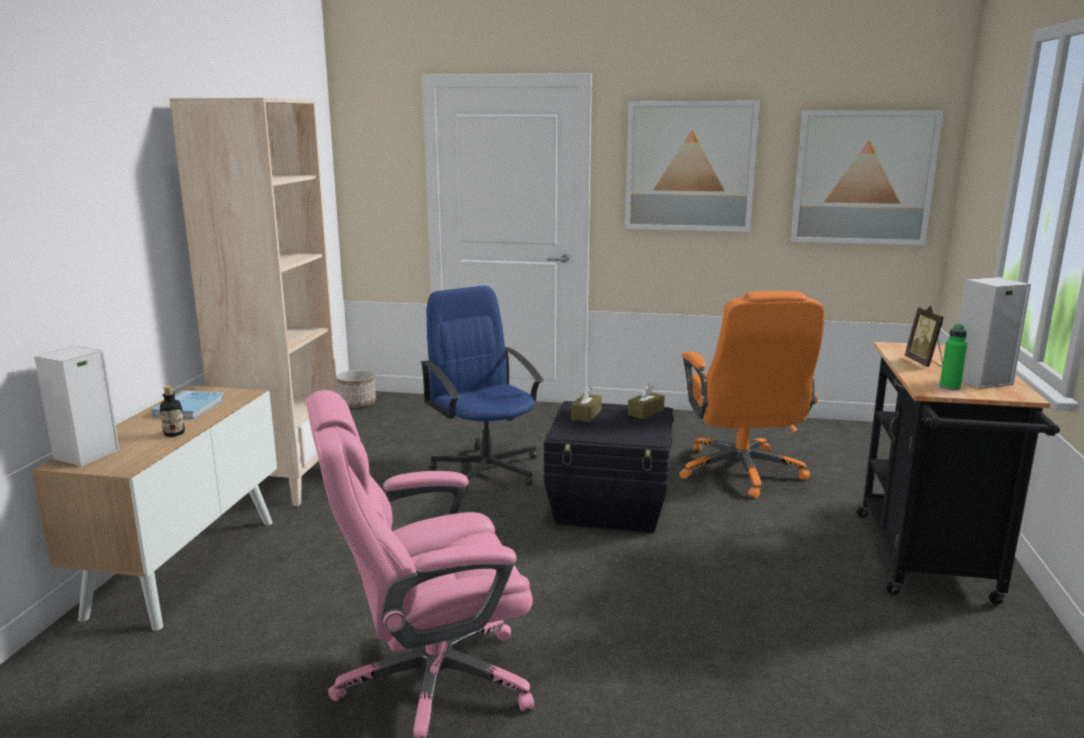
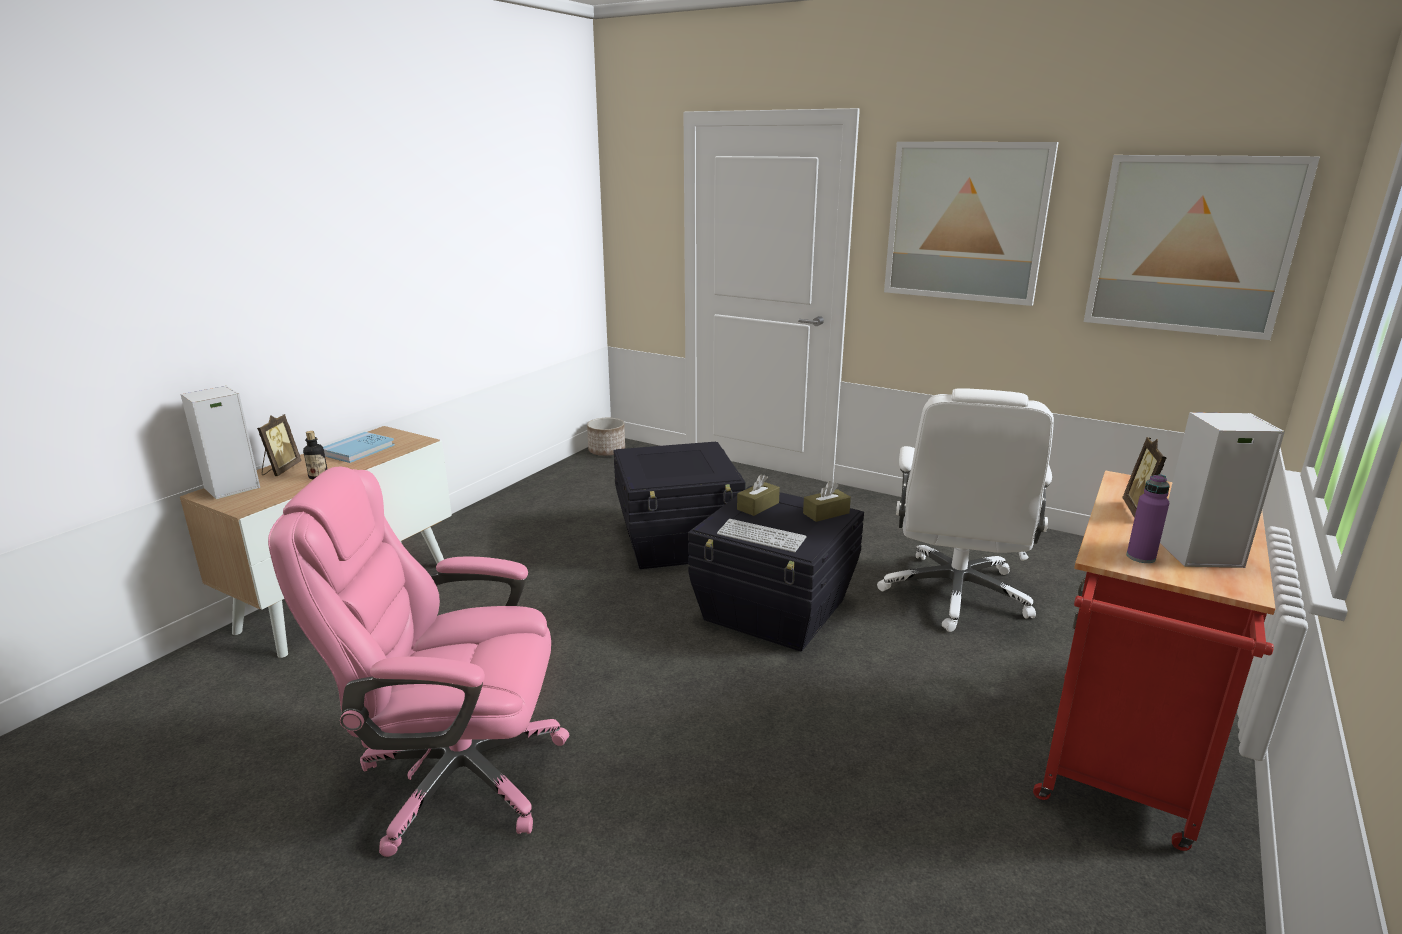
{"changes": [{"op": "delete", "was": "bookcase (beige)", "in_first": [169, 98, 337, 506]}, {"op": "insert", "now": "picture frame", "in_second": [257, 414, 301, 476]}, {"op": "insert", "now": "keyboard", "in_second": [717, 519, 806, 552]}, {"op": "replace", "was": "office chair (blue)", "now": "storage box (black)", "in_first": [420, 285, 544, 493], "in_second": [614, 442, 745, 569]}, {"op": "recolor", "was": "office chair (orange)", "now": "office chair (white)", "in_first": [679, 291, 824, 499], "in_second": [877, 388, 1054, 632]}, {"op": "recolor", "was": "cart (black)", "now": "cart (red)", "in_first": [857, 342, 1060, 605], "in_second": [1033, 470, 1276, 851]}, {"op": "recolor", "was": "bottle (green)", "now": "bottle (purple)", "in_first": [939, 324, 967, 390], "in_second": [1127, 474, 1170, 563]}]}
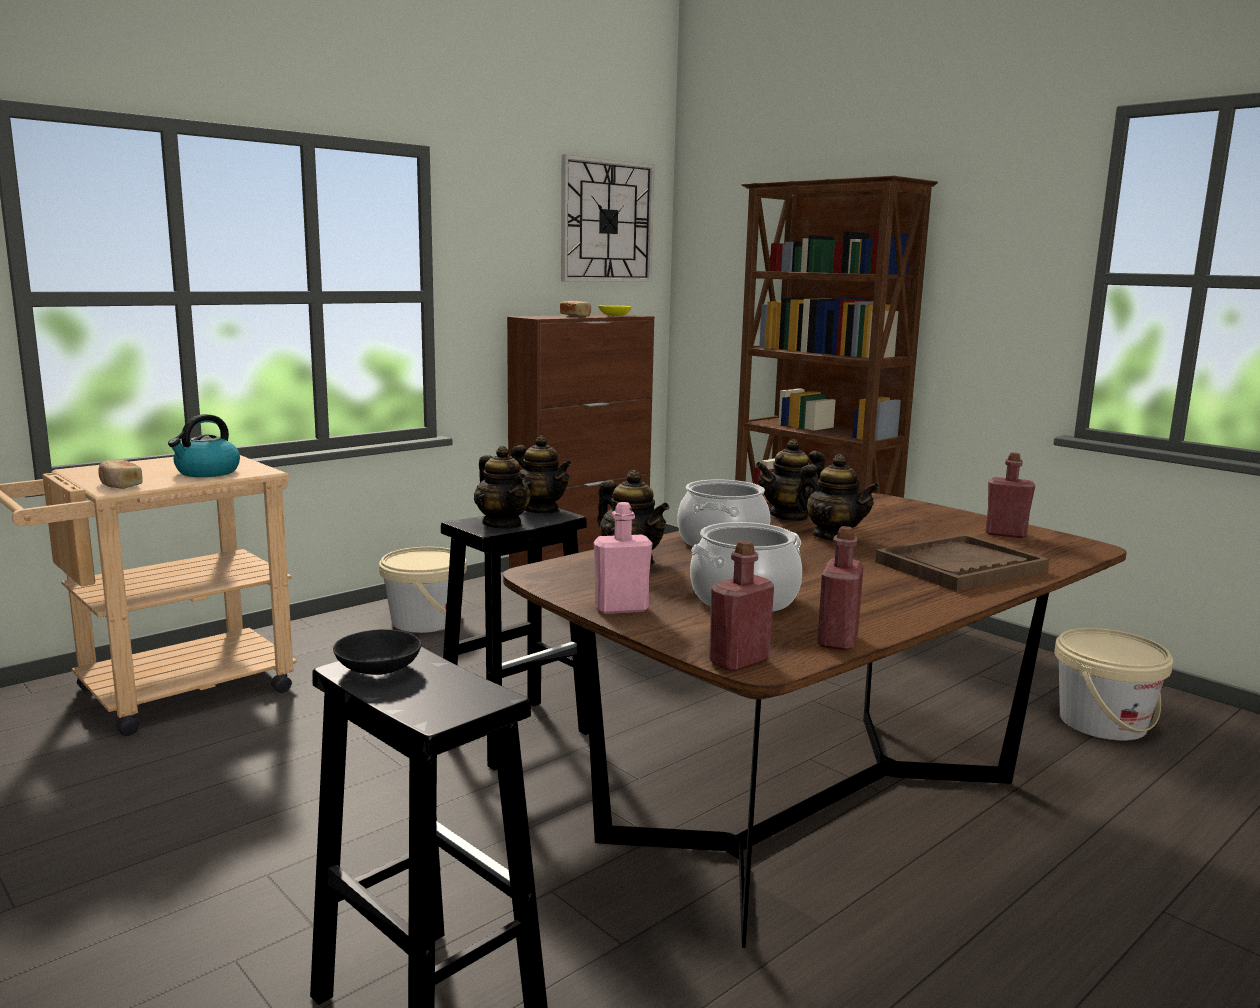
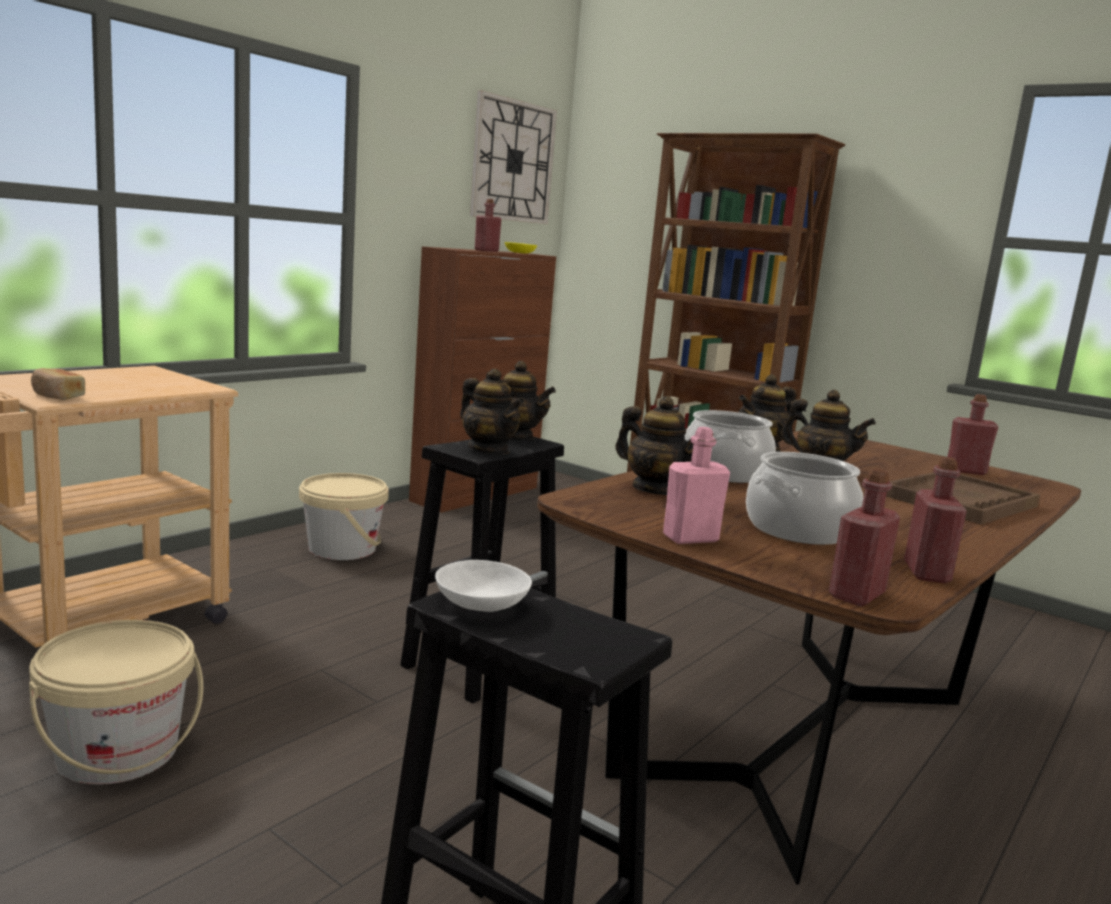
{"changes": [{"op": "delete", "was": "kettle", "in_first": [168, 414, 240, 477]}, {"op": "move", "was": "bucket (beige)", "in_first": [1054, 628, 1173, 741], "in_second": [29, 620, 203, 785]}, {"op": "replace", "was": "bread", "now": "bottle (red)", "in_first": [560, 301, 591, 317], "in_second": [475, 199, 501, 252]}, {"op": "recolor", "was": "bowl (black)", "now": "bowl (white)", "in_first": [333, 629, 422, 675], "in_second": [435, 560, 532, 612]}]}
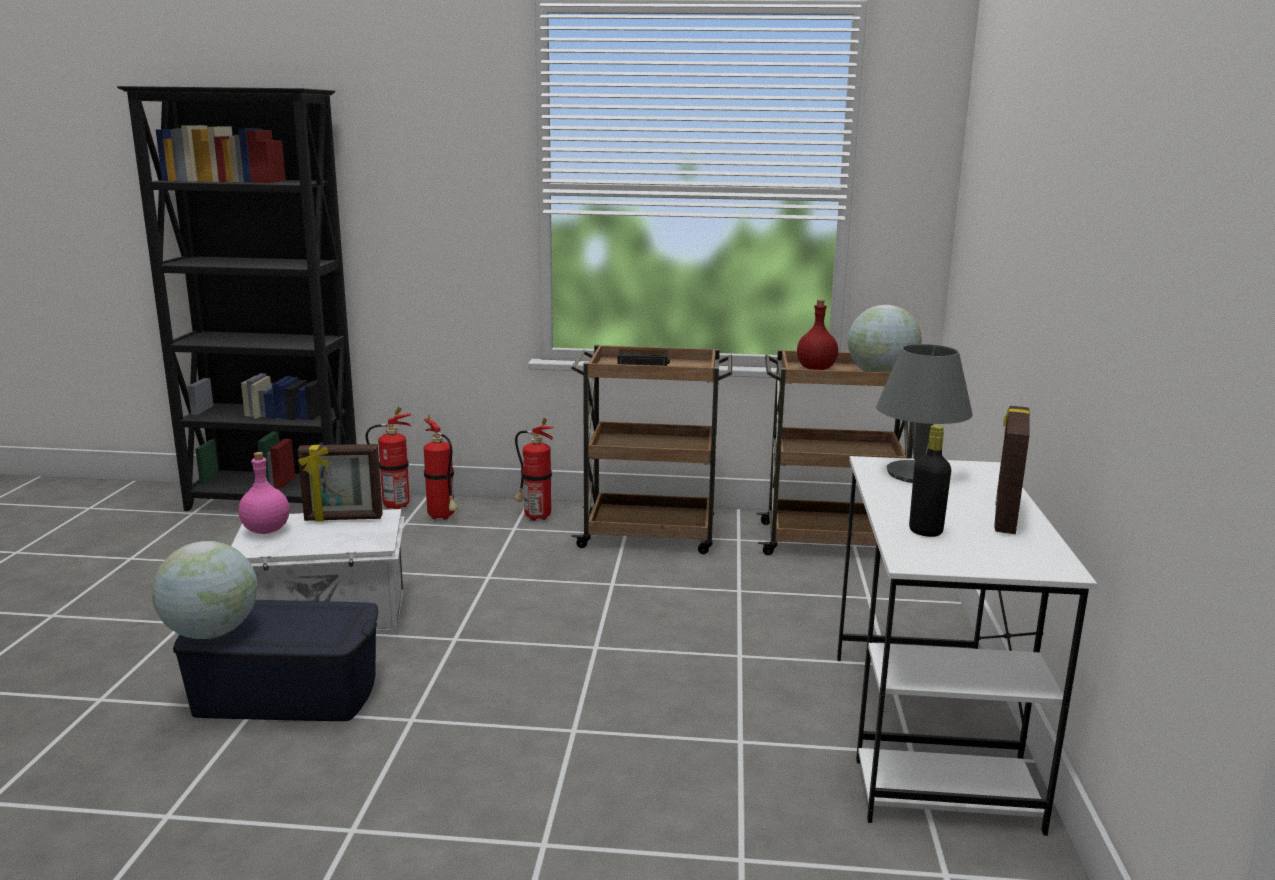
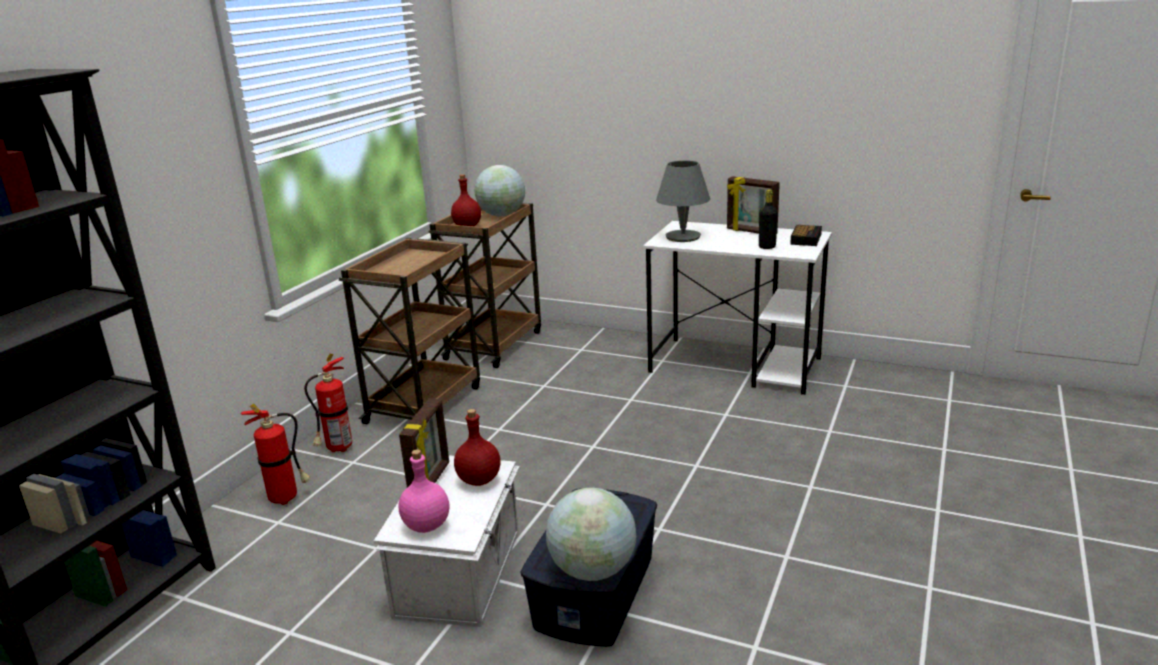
{"changes": [{"op": "delete", "was": "fire extinguisher", "in_first": [366, 407, 411, 509]}, {"op": "insert", "now": "bottle (red)", "in_second": [454, 409, 500, 486]}, {"op": "move", "was": "alarm clock", "in_first": [618, 349, 670, 366], "in_second": [790, 225, 822, 246]}]}
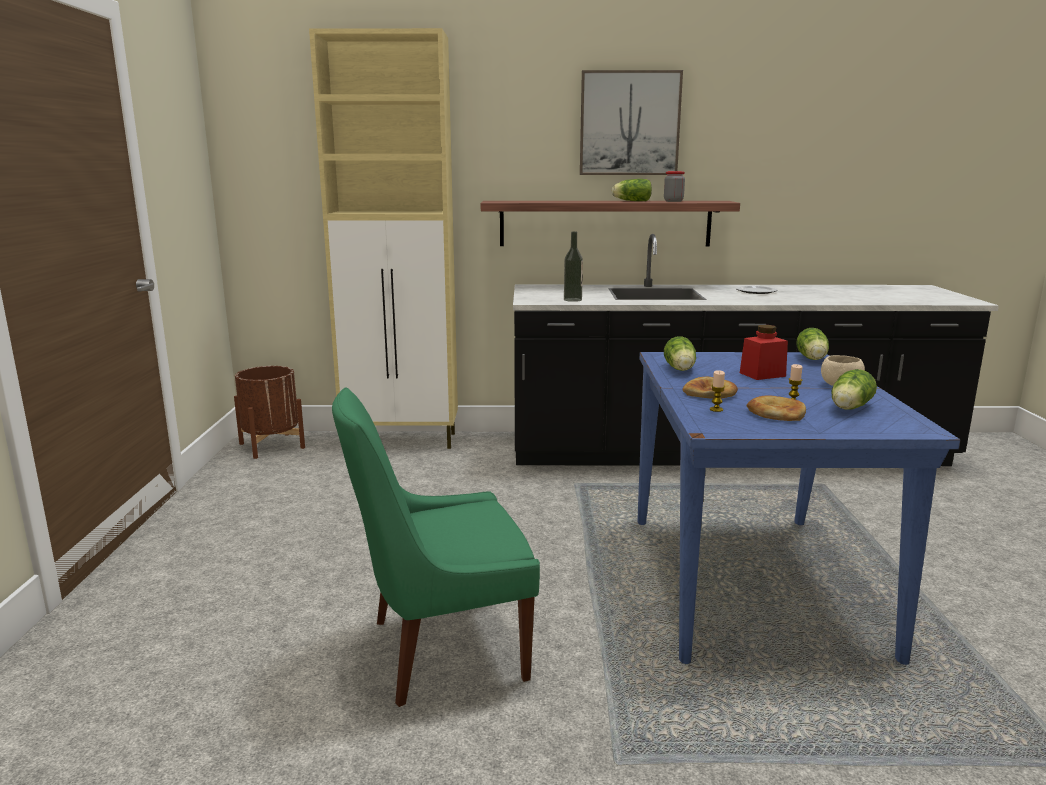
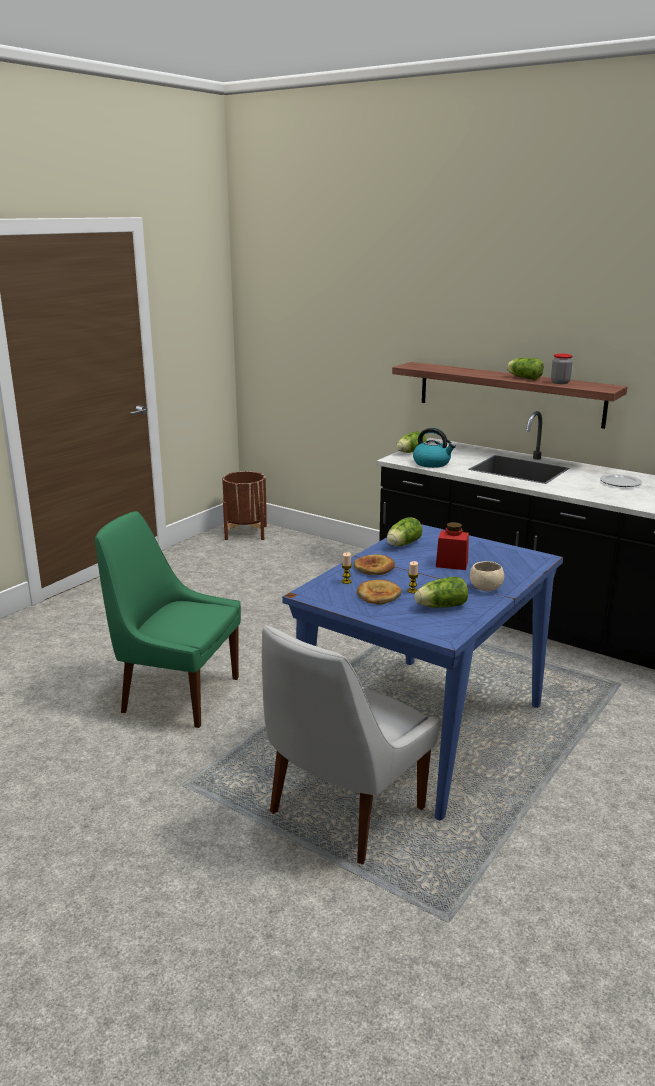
{"changes": [{"op": "delete", "was": "cabinet (beige)", "in_first": [309, 28, 458, 449]}, {"op": "delete", "was": "picture", "in_first": [580, 70, 683, 175]}, {"op": "insert", "now": "chair (white)", "in_second": [262, 625, 440, 864]}, {"op": "move", "was": "lettuce", "in_first": [796, 328, 829, 360], "in_second": [396, 431, 427, 453]}, {"op": "replace", "was": "bottle", "now": "kettle", "in_first": [564, 231, 583, 302], "in_second": [413, 428, 456, 468]}]}
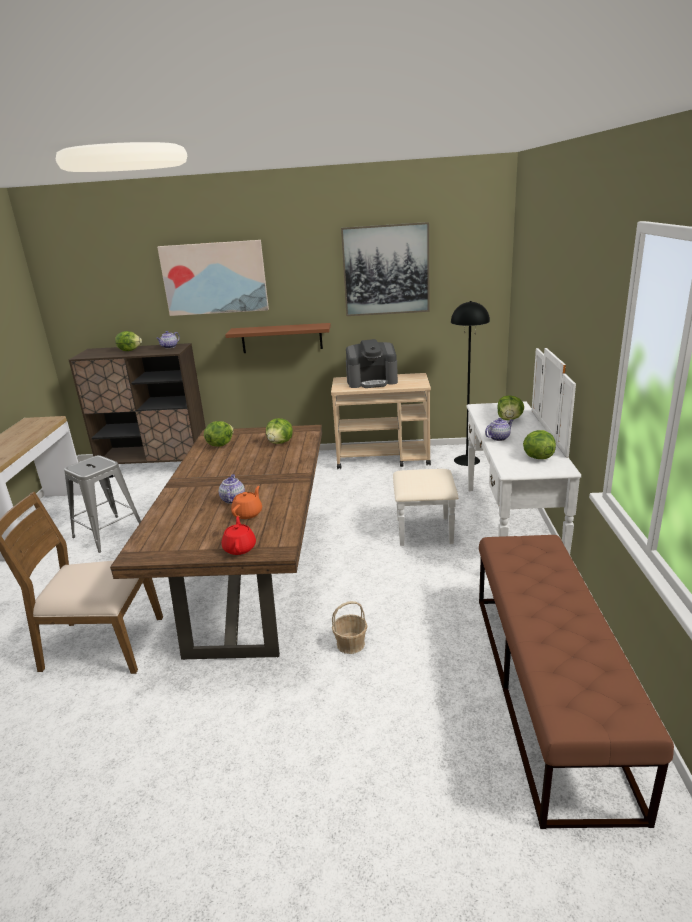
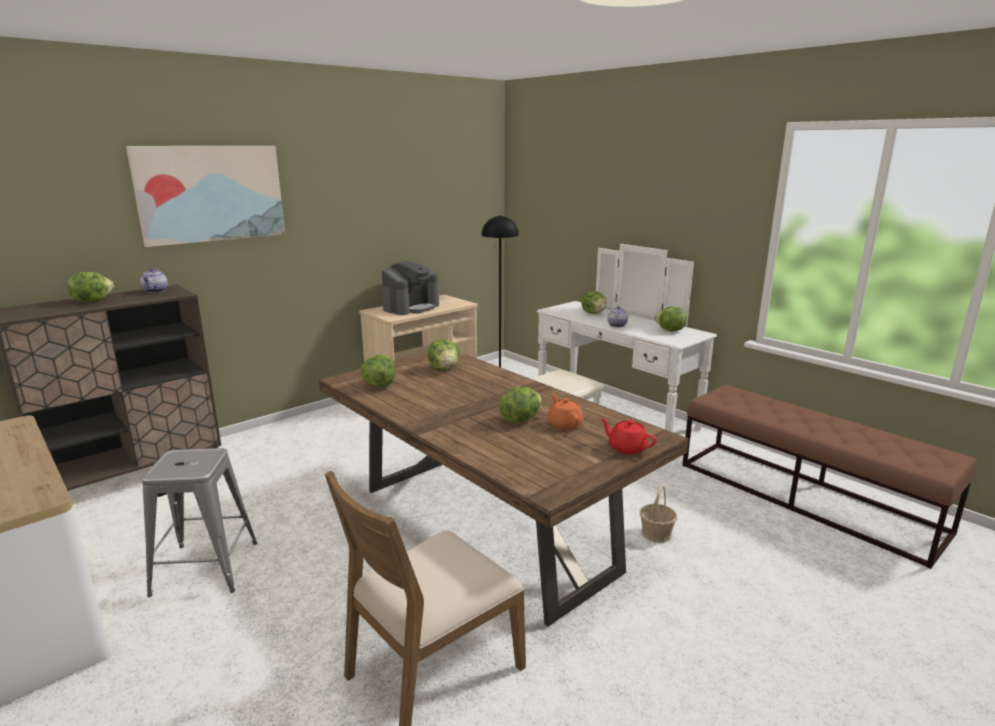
{"changes": [{"op": "delete", "was": "shelf (brown)", "in_first": [225, 323, 331, 353]}, {"op": "delete", "was": "picture", "in_first": [341, 222, 430, 316]}, {"op": "replace", "was": "teapot", "now": "lettuce", "in_first": [219, 474, 245, 504], "in_second": [498, 387, 542, 423]}]}
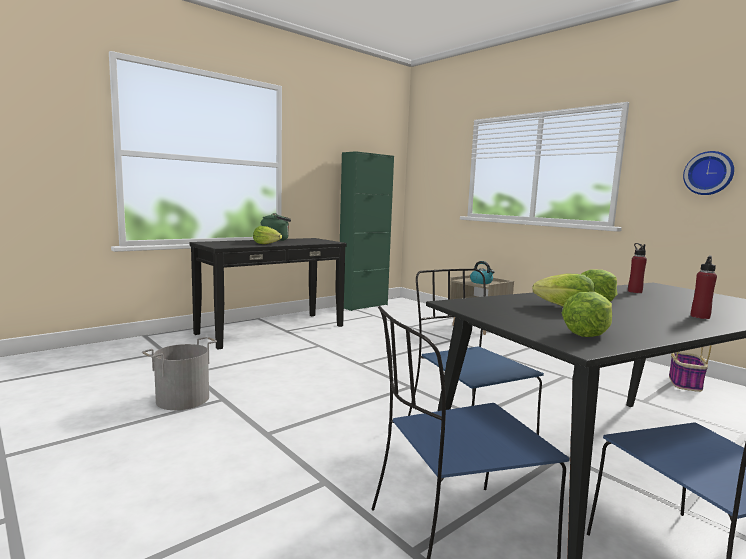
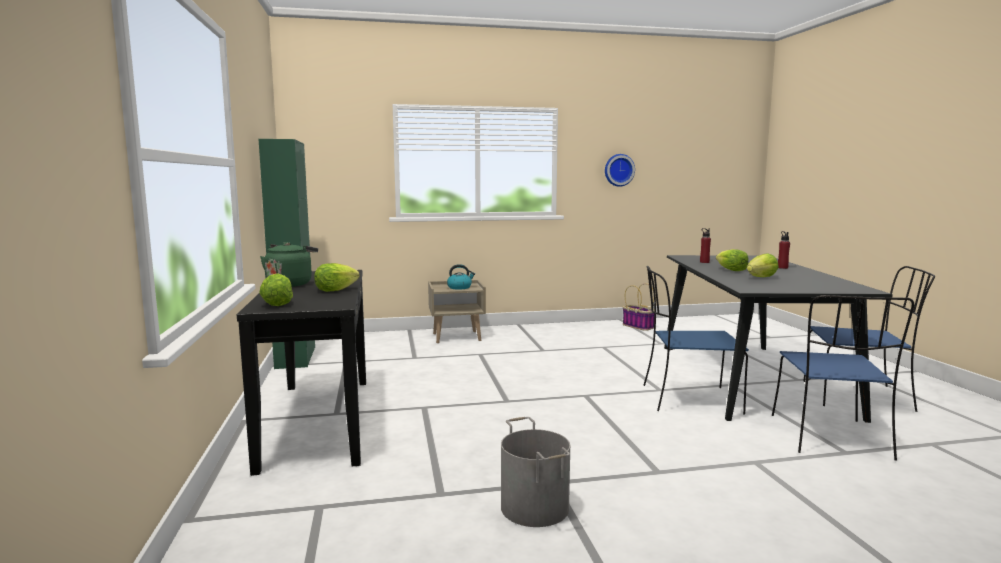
{"changes": [{"op": "move", "was": "lettuce", "in_first": [562, 292, 612, 337], "in_second": [259, 273, 293, 306]}]}
